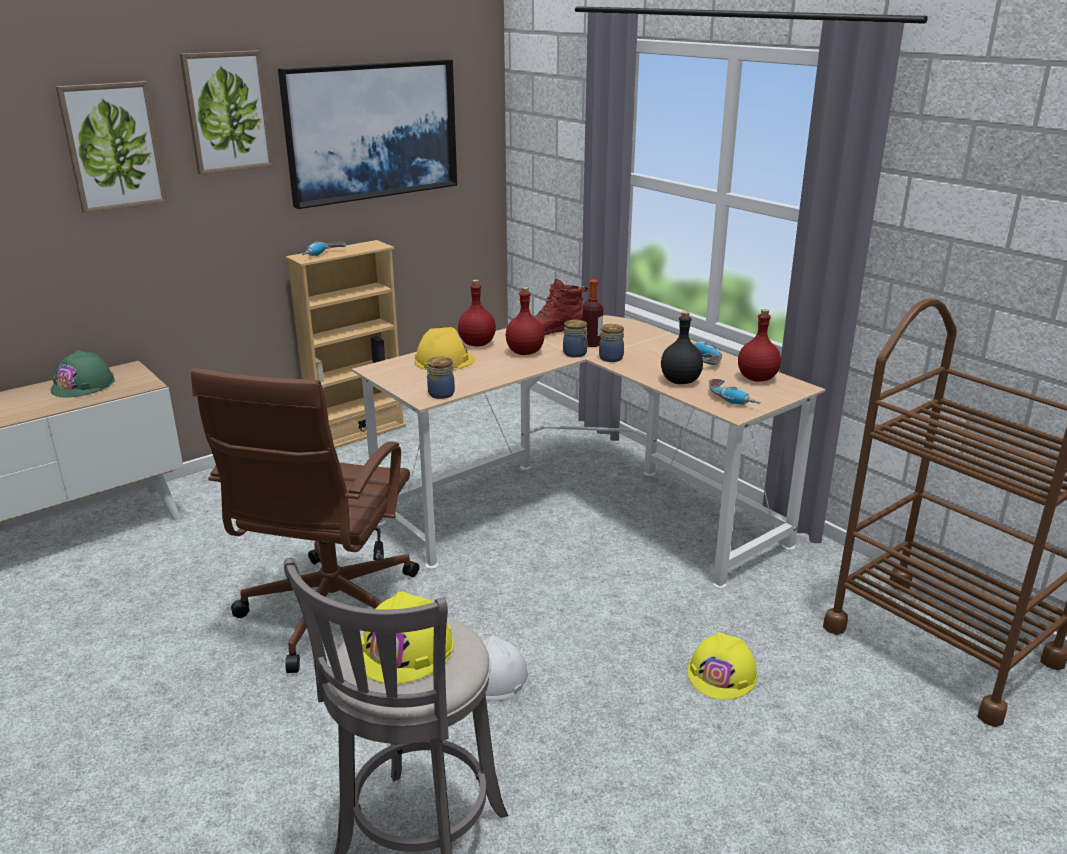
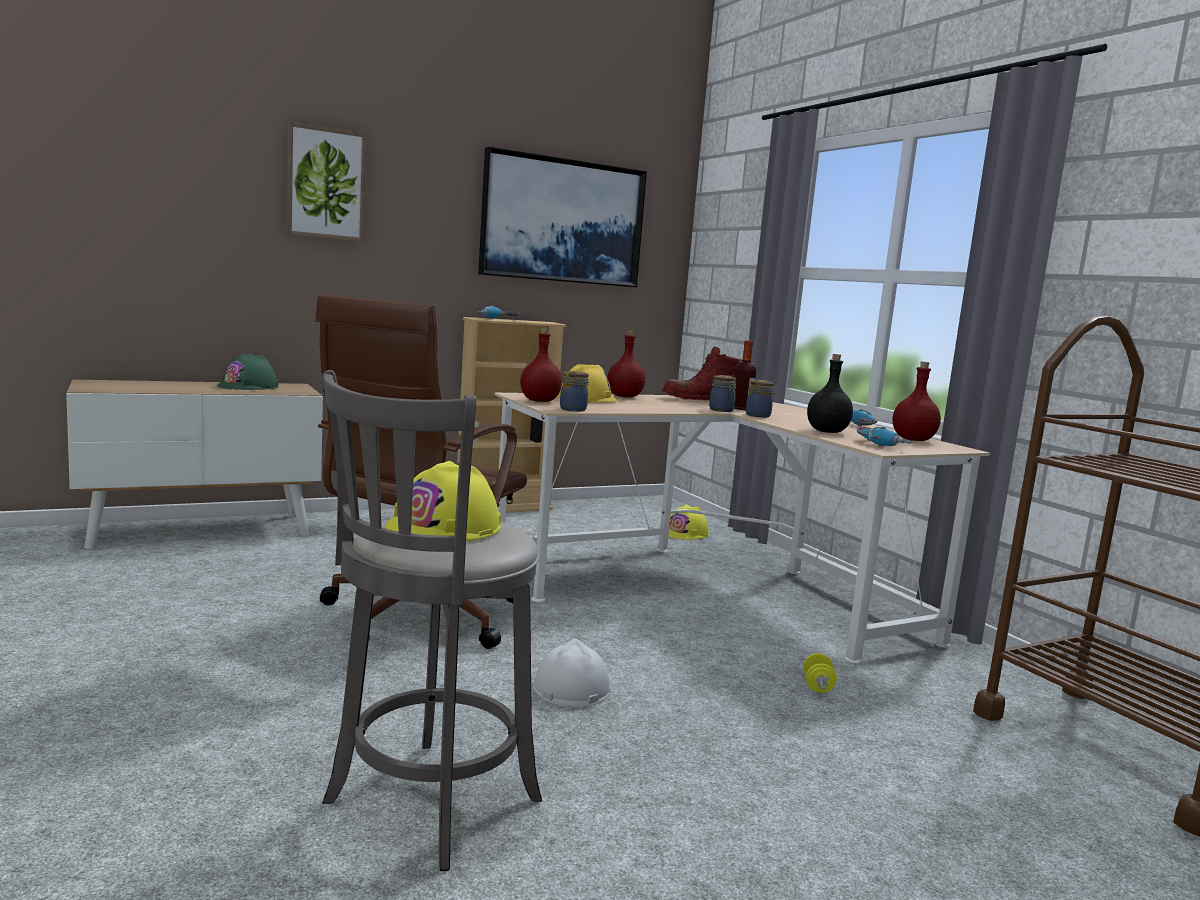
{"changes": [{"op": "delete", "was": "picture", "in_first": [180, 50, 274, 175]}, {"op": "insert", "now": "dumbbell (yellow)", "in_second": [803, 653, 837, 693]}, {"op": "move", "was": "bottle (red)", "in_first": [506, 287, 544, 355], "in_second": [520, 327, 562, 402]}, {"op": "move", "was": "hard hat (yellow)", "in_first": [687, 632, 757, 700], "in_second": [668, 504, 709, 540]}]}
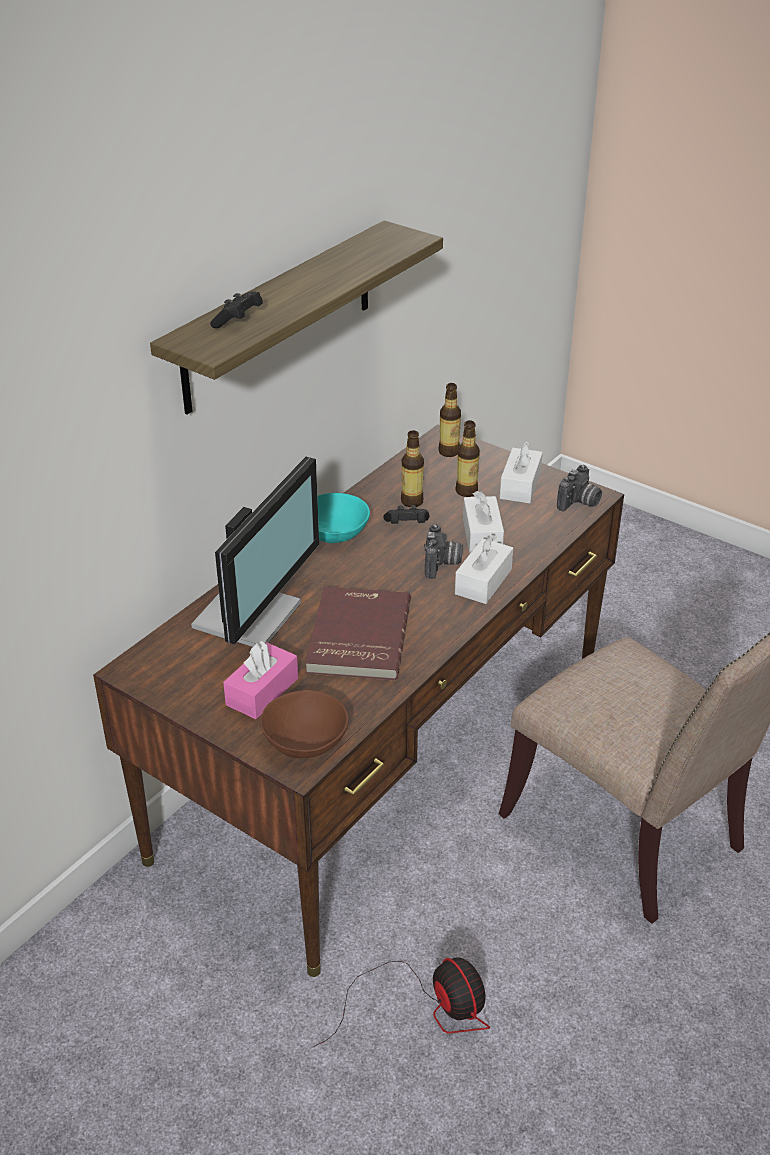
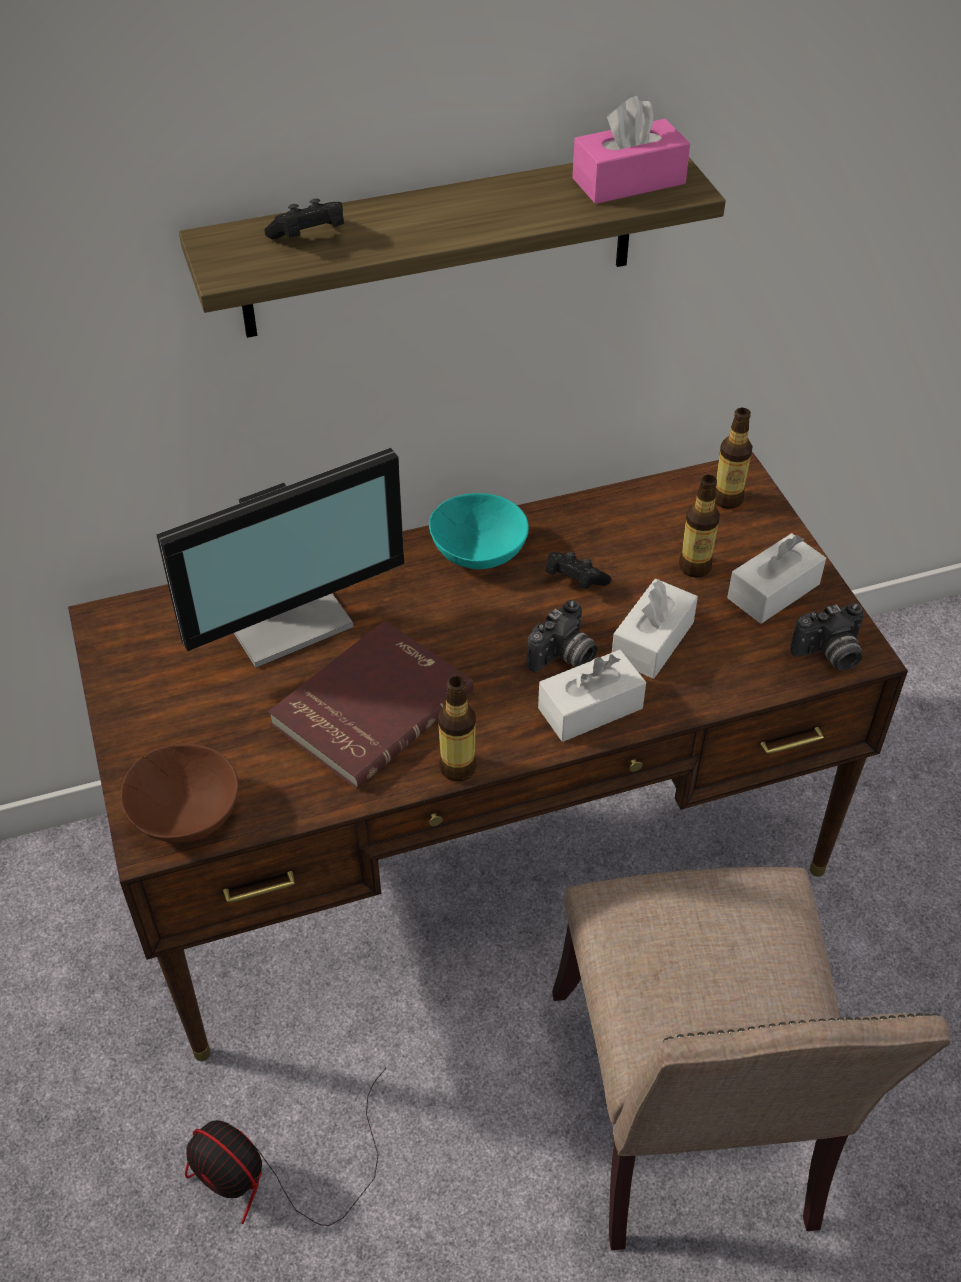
{"changes": [{"op": "move", "was": "tissue box (pink)", "in_first": [223, 641, 298, 719], "in_second": [572, 96, 690, 204]}, {"op": "move", "was": "bottle", "in_first": [401, 430, 424, 507], "in_second": [438, 676, 477, 781]}, {"op": "rotate", "was": "fan", "in_first": [313, 957, 490, 1047], "in_second": [185, 1067, 387, 1226], "clockwise": 120}]}
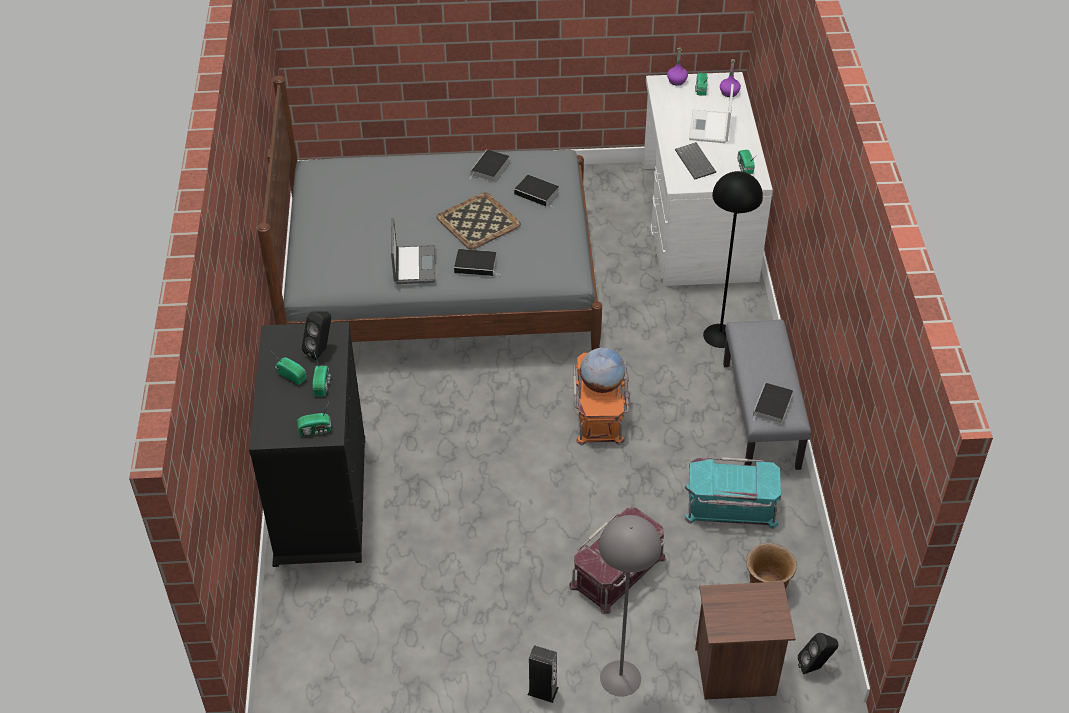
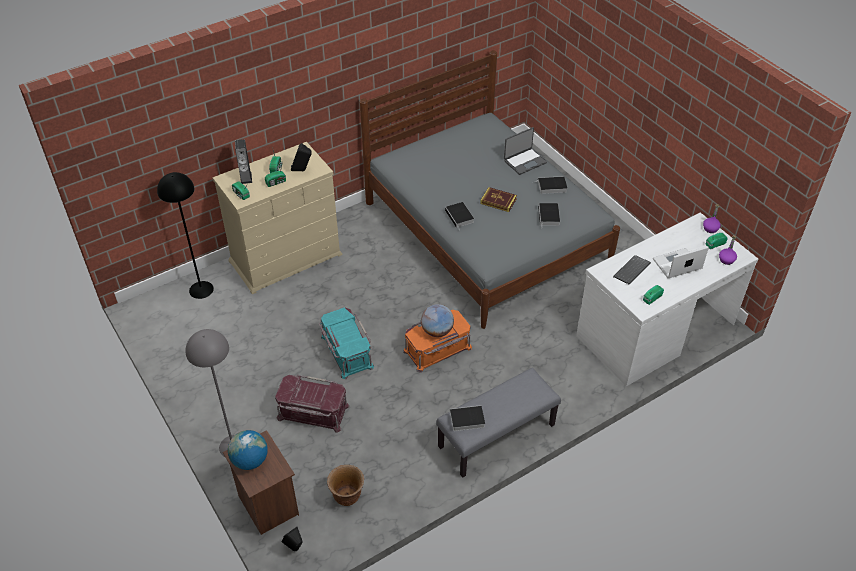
{"changes": [{"op": "insert", "now": "globe", "in_second": [228, 430, 268, 470]}, {"op": "move", "was": "laptop", "in_first": [391, 218, 436, 284], "in_second": [504, 127, 547, 175]}, {"op": "move", "was": "speaker", "in_first": [527, 645, 558, 703], "in_second": [235, 139, 252, 184]}, {"op": "move", "was": "storage box (turquoise)", "in_first": [684, 457, 781, 529], "in_second": [319, 307, 374, 379]}, {"op": "move", "was": "floor lamp (black)", "in_first": [703, 171, 763, 348], "in_second": [157, 172, 214, 299]}, {"op": "replace", "was": "tray", "now": "book", "in_first": [437, 192, 521, 250], "in_second": [480, 187, 517, 212]}, {"op": "recolor", "was": "dresser (black)", "now": "dresser (beige)", "in_first": [249, 322, 365, 567], "in_second": [213, 142, 342, 294]}]}
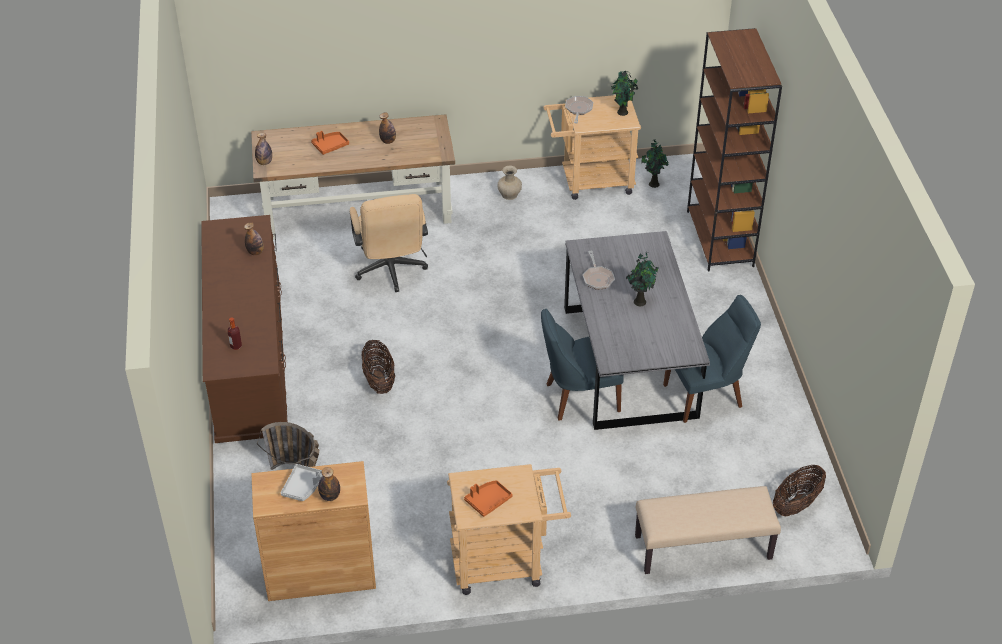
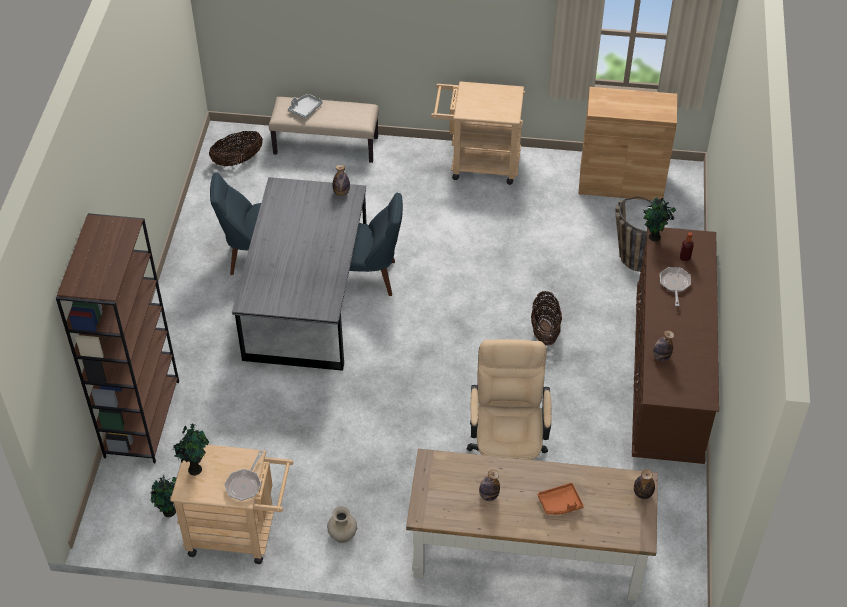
{"changes": [{"op": "delete", "was": "tray (orange)", "in_first": [464, 480, 513, 517]}, {"op": "move", "was": "tray (grey)", "in_first": [281, 464, 323, 501], "in_second": [288, 94, 323, 119]}, {"op": "move", "was": "bottle", "in_first": [318, 467, 340, 501], "in_second": [333, 165, 350, 196]}, {"op": "move", "was": "frying pan", "in_first": [583, 251, 615, 290], "in_second": [660, 267, 691, 306]}, {"op": "move", "was": "potted plant", "in_first": [626, 252, 658, 306], "in_second": [643, 197, 676, 241]}]}
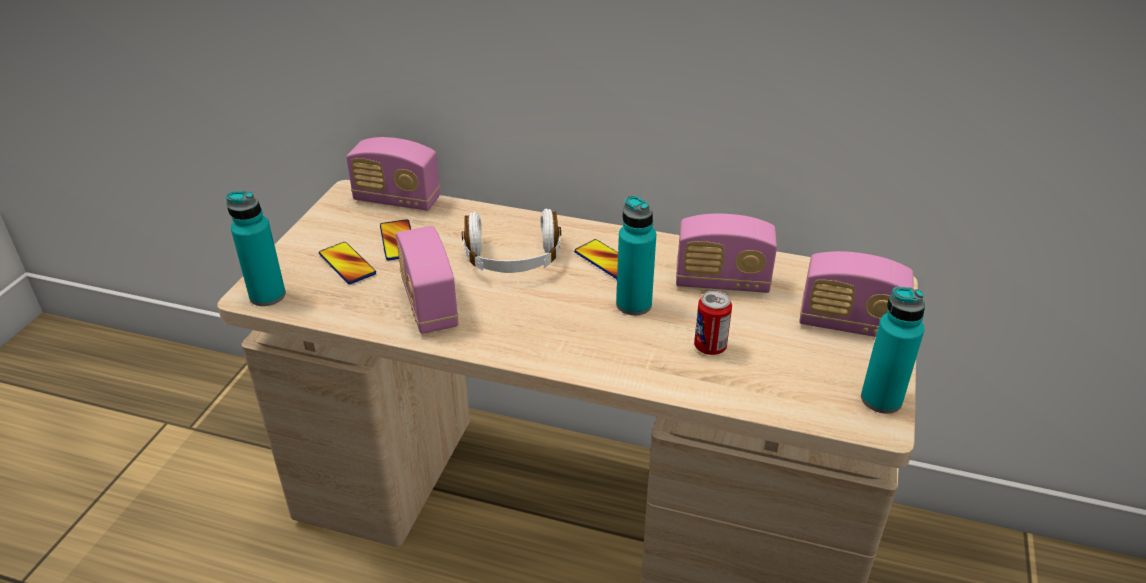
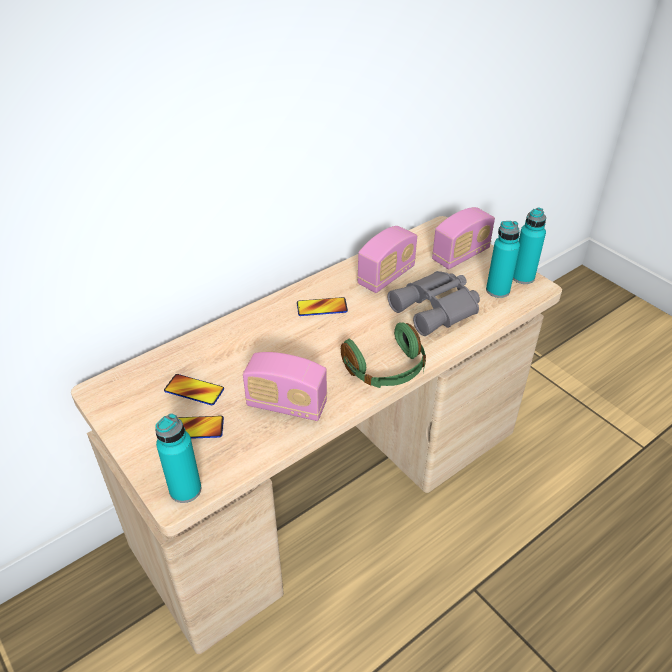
{"changes": [{"op": "delete", "was": "radio", "in_first": [346, 137, 440, 211]}, {"op": "delete", "was": "headphones (white)", "in_first": [462, 209, 561, 273]}, {"op": "insert", "now": "headphones (green)", "in_second": [341, 322, 426, 388]}, {"op": "move", "was": "bottle (turquoise)", "in_first": [616, 195, 656, 315], "in_second": [486, 221, 520, 298]}, {"op": "replace", "was": "can", "now": "binoculars (grey)", "in_first": [694, 291, 732, 355], "in_second": [387, 271, 480, 336]}]}
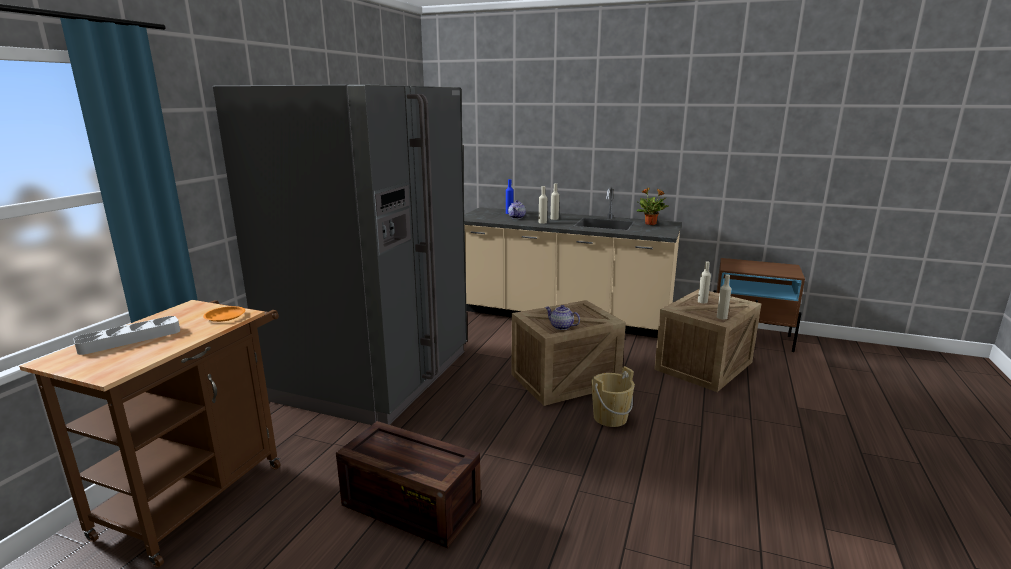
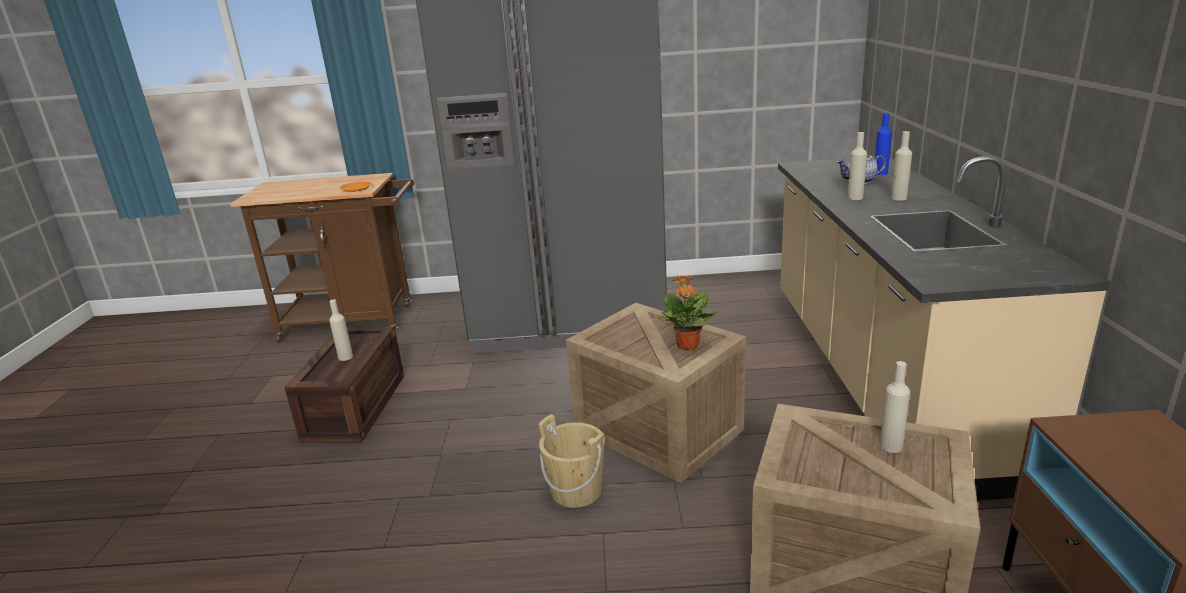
{"changes": [{"op": "delete", "was": "tray (grey)", "in_first": [73, 316, 180, 355]}, {"op": "delete", "was": "teapot", "in_first": [545, 305, 580, 330]}, {"op": "move", "was": "potted plant", "in_first": [636, 187, 668, 225], "in_second": [659, 276, 719, 350]}, {"op": "move", "was": "bottle (beige)", "in_first": [717, 274, 731, 320], "in_second": [329, 299, 353, 361]}]}
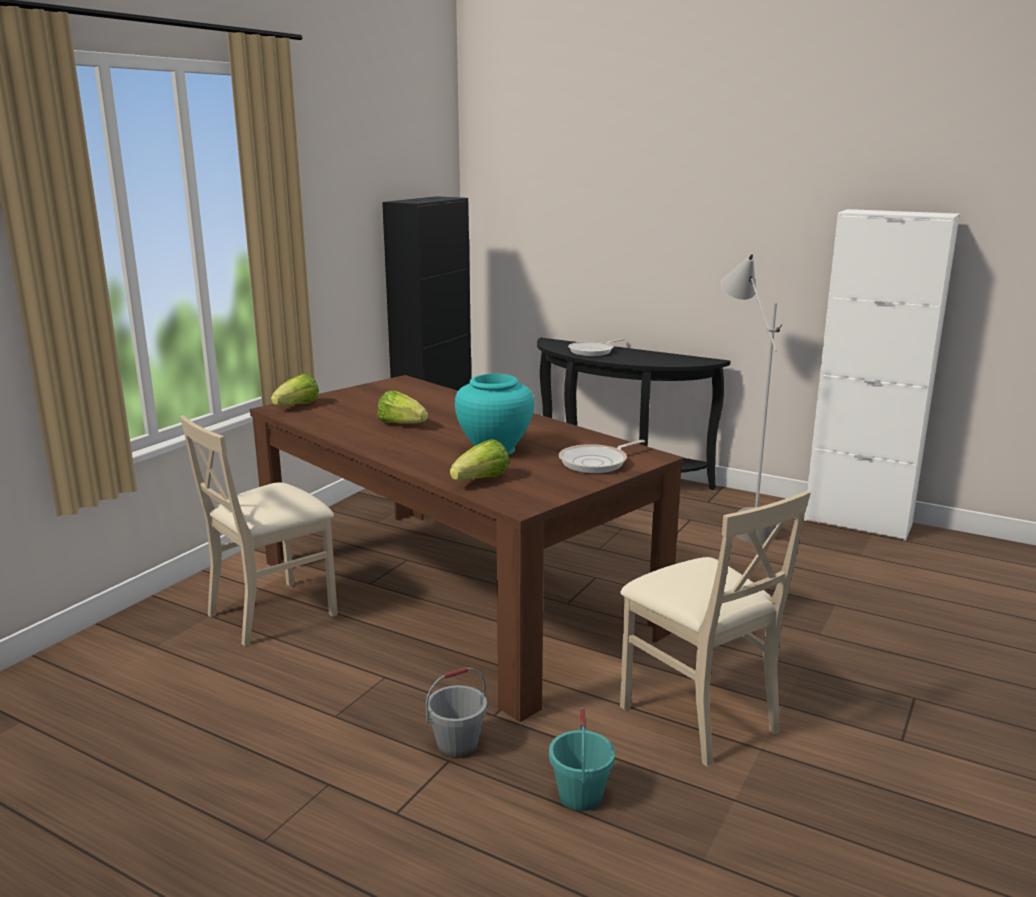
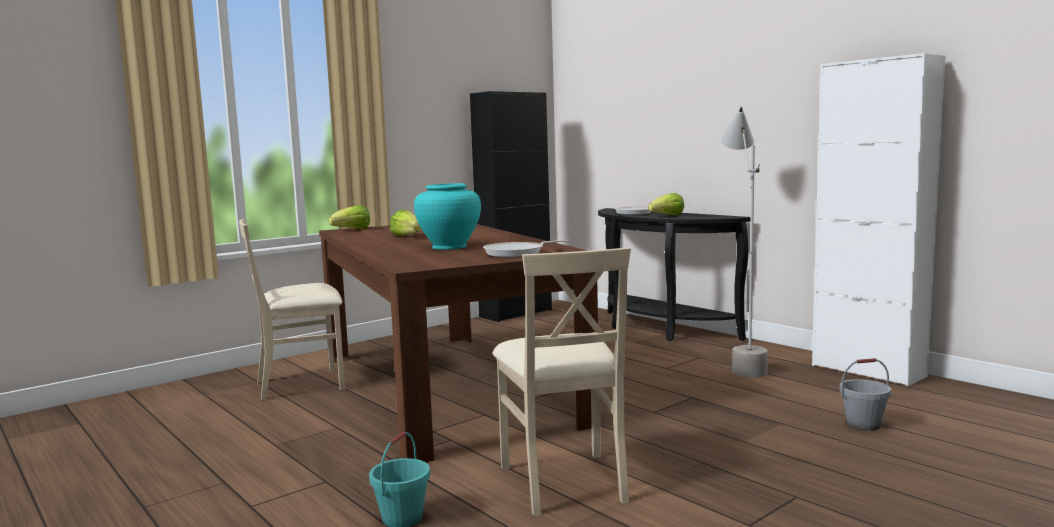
{"changes": [{"op": "move", "was": "bucket (grey)", "in_first": [426, 667, 487, 759], "in_second": [839, 358, 891, 431]}, {"op": "move", "was": "lettuce", "in_first": [450, 439, 509, 481], "in_second": [648, 193, 684, 215]}]}
